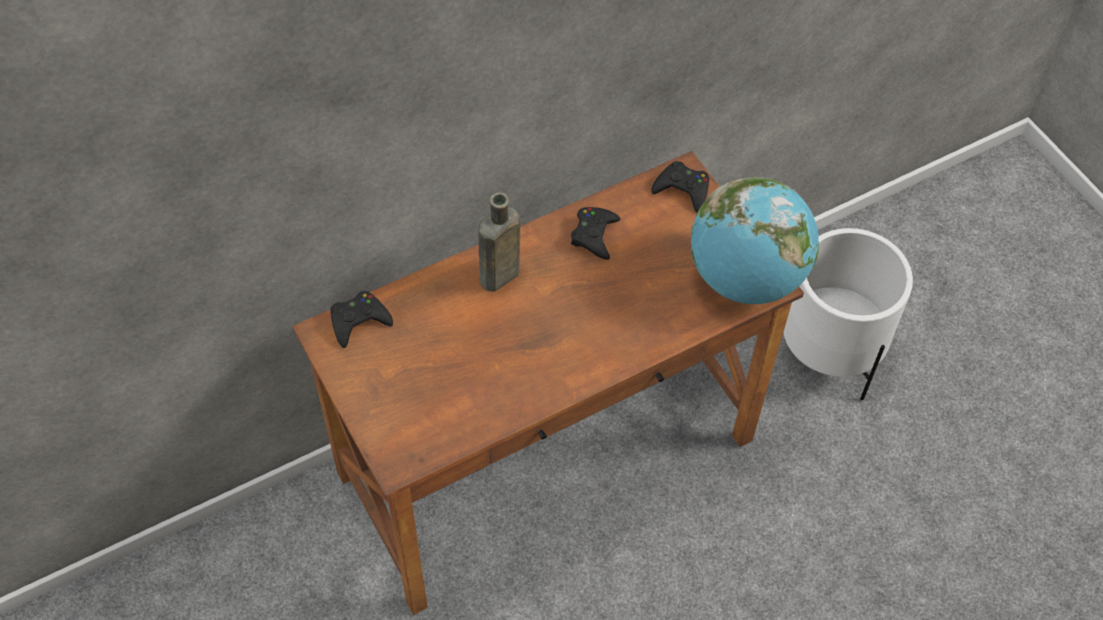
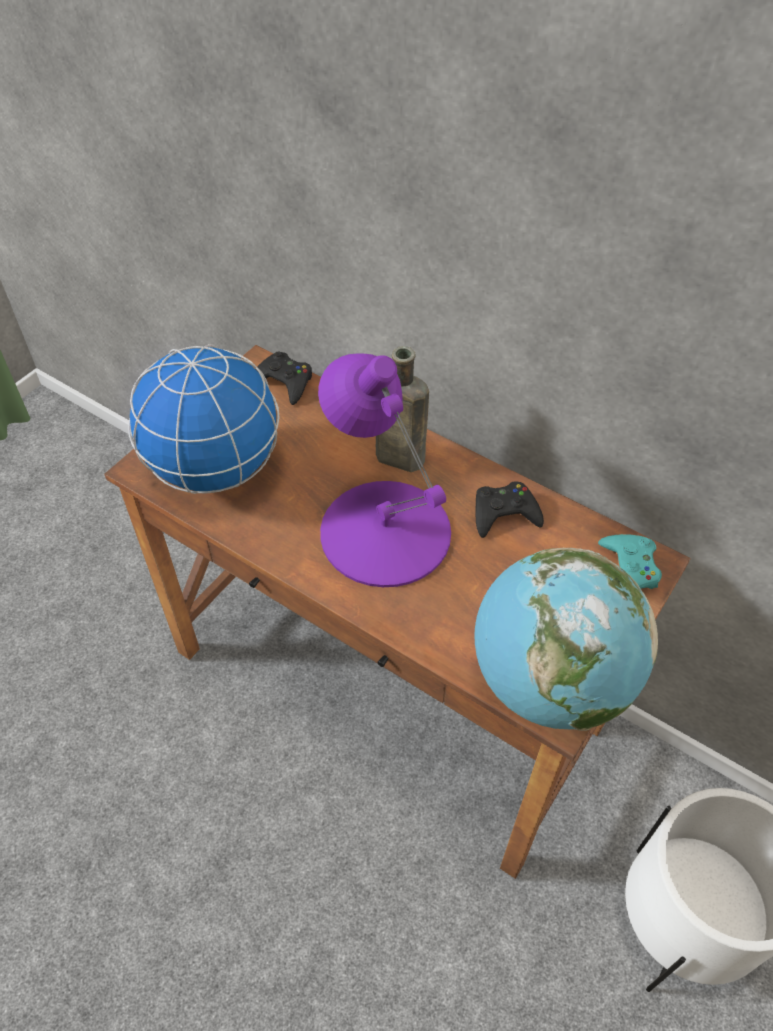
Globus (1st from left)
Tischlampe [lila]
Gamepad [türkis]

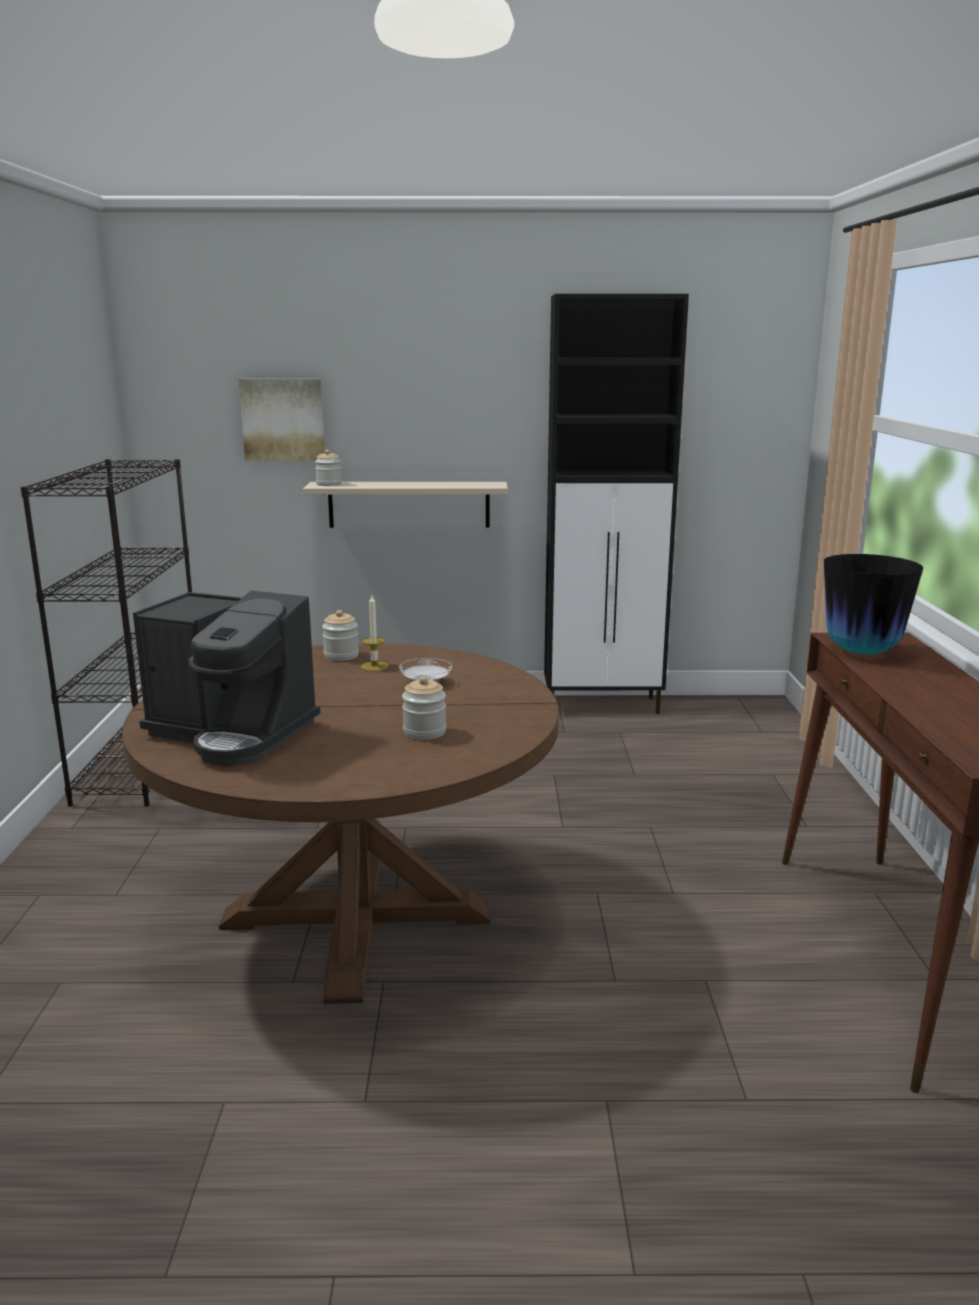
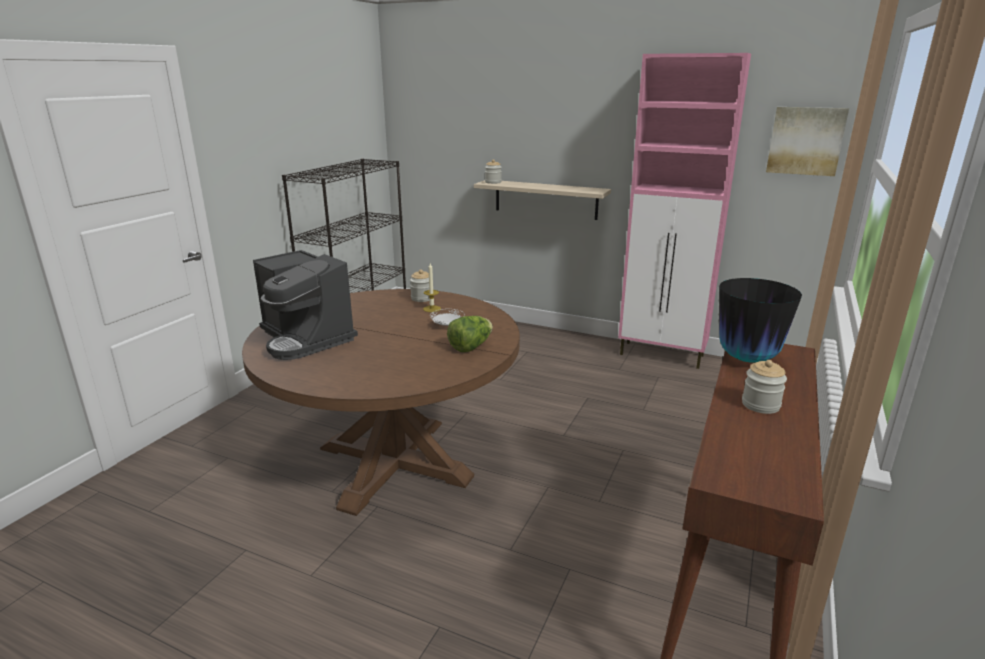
Salatkopf
Bild
Vorratsglas (3rd from left)
Schrank [rosa]

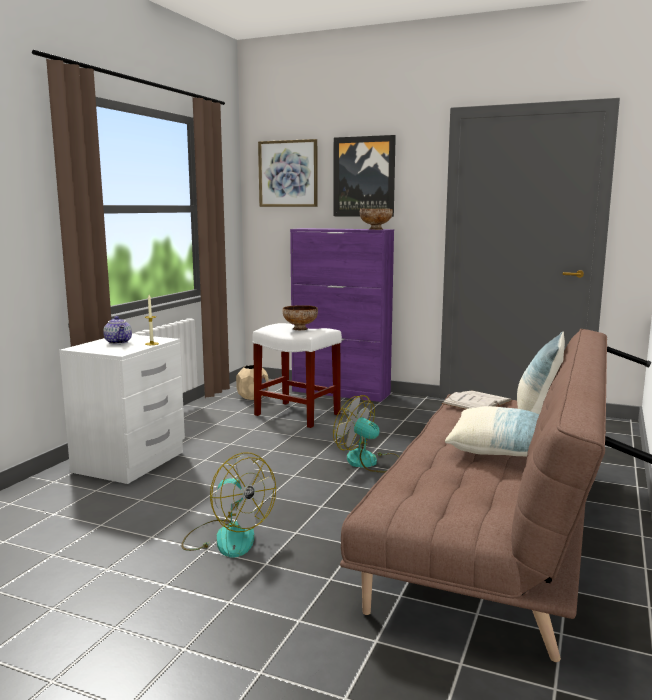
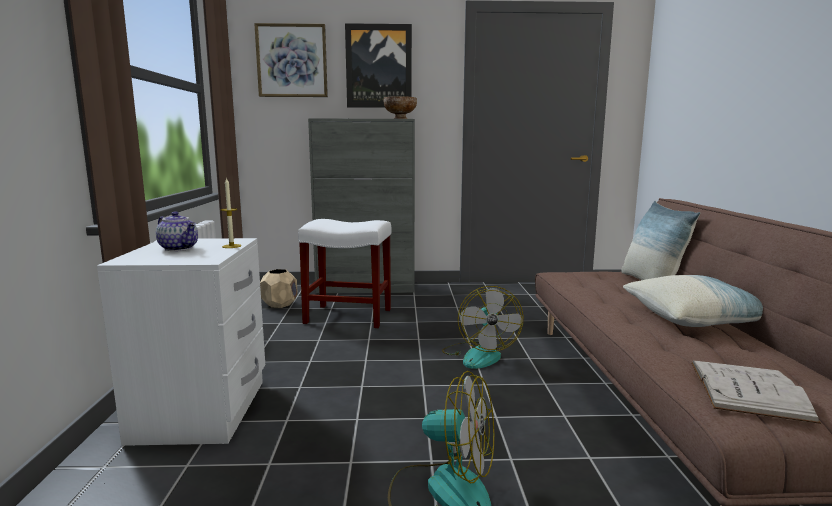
Schüssel (1st from left in the first image)
Buch [weiß]
Schrank [grau]
Ventilator (2nd from left)

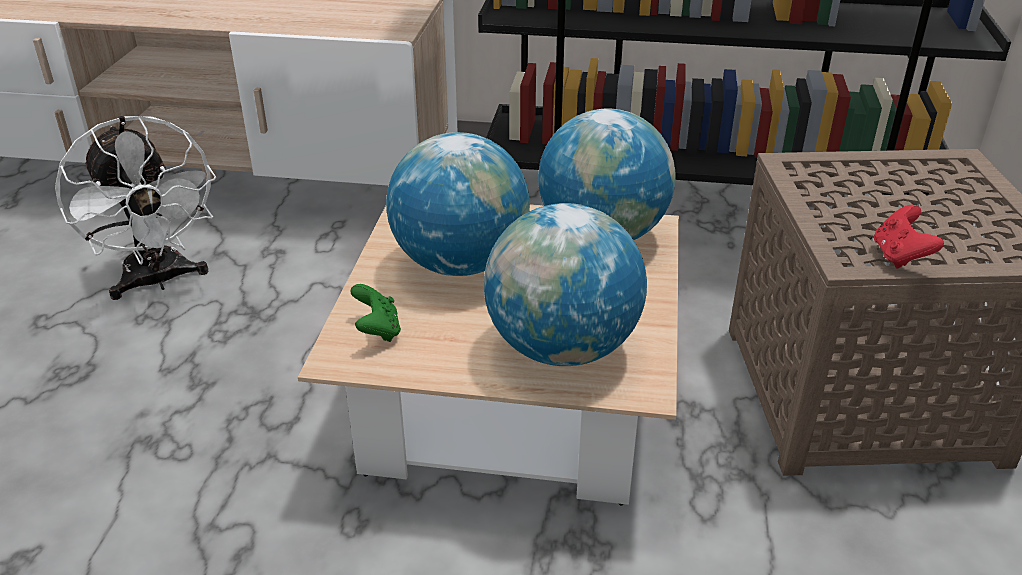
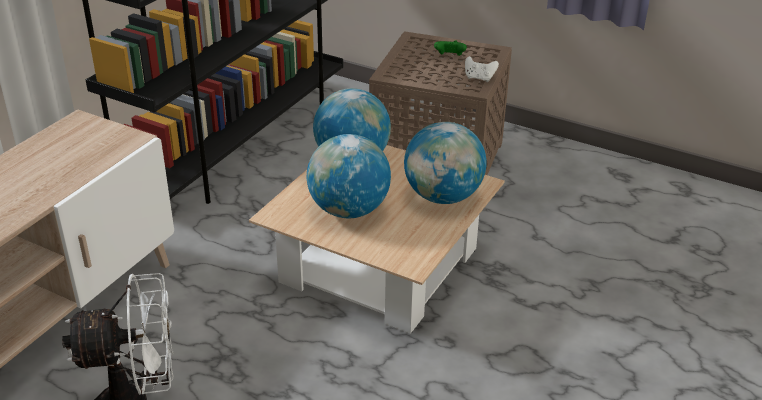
Gamepad [grün]
Gamepad [weiß]

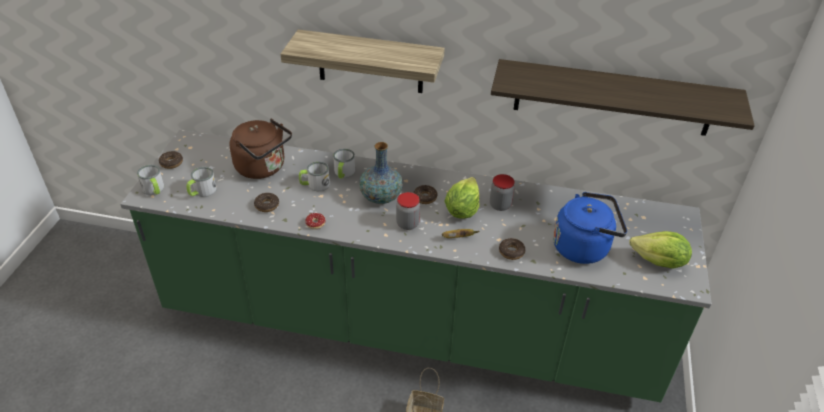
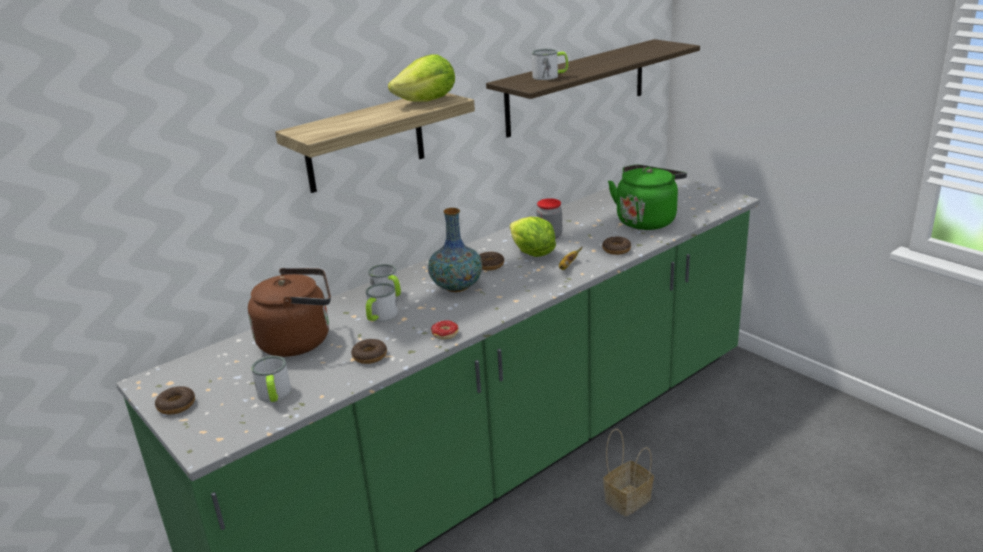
Vorratsglas (1st from left in the first image)
Henkelbecher (4th from left)
Salatkopf (1st from left)
Wasserkessel [grün]

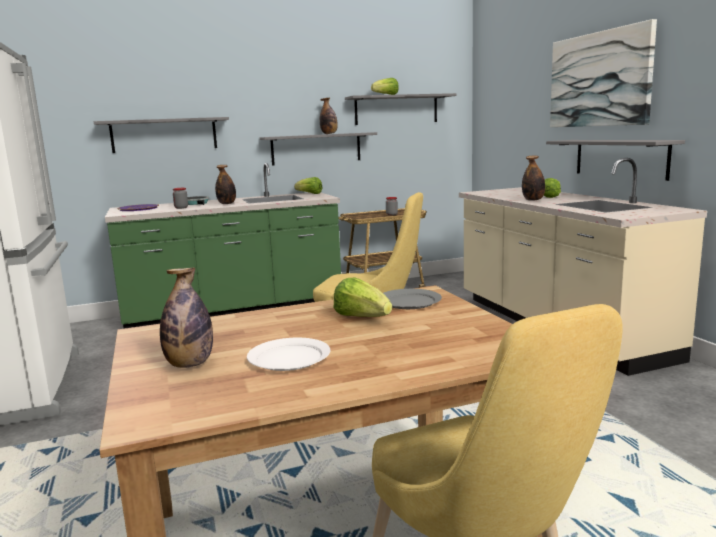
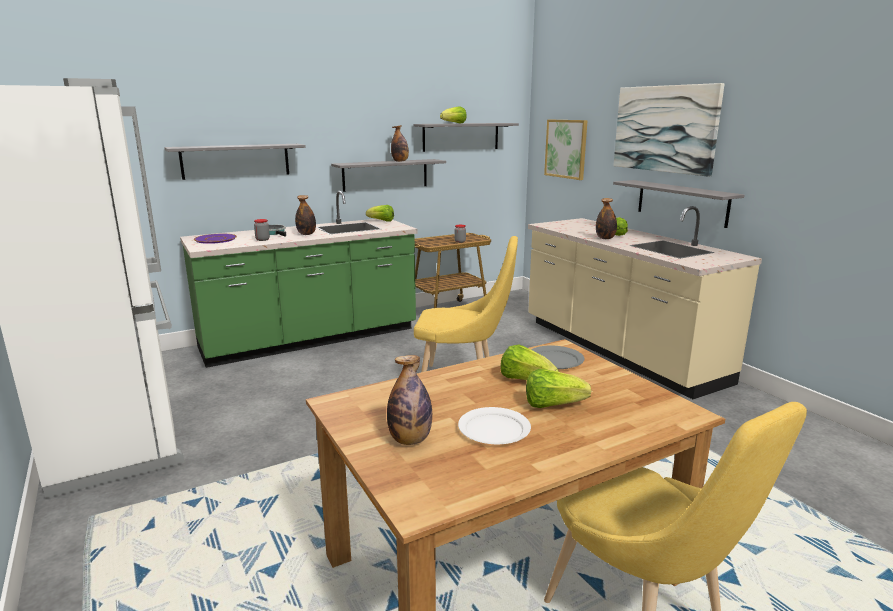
Salatkopf (4th from left)
Bild (1st from left)

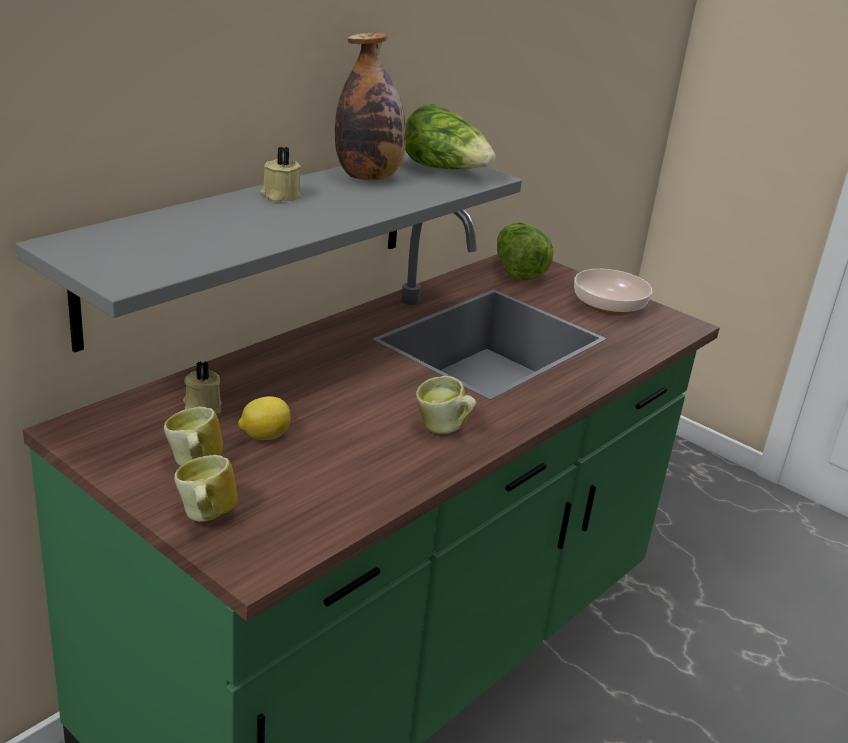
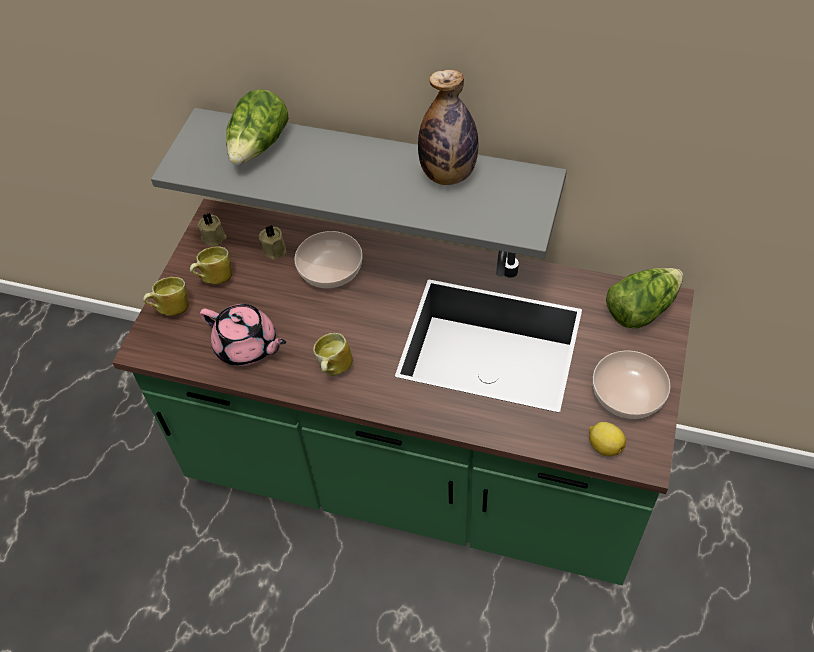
Teekanne [rosa]
Schüssel (1st from left)
Zitrone
Kerze [beige] (1st from left)
Salatkopf (1st from left)

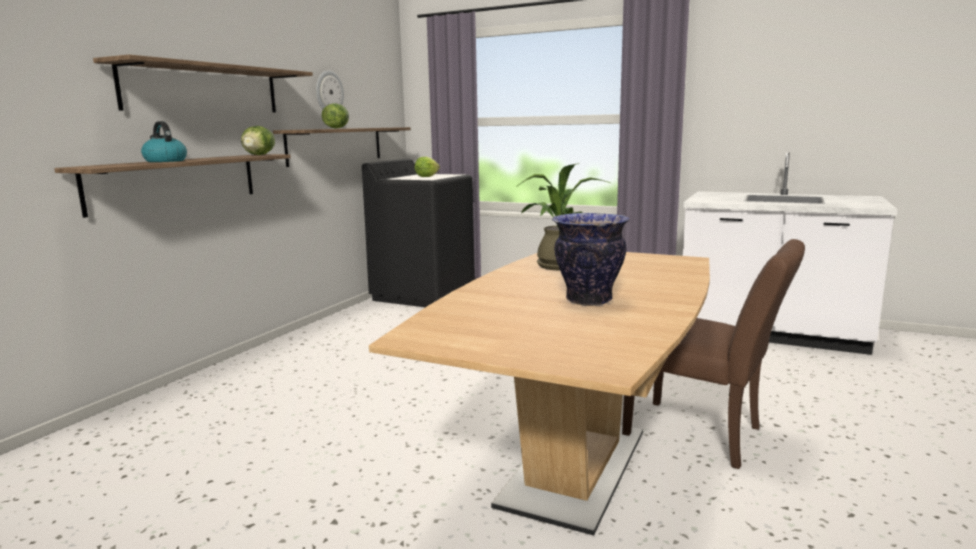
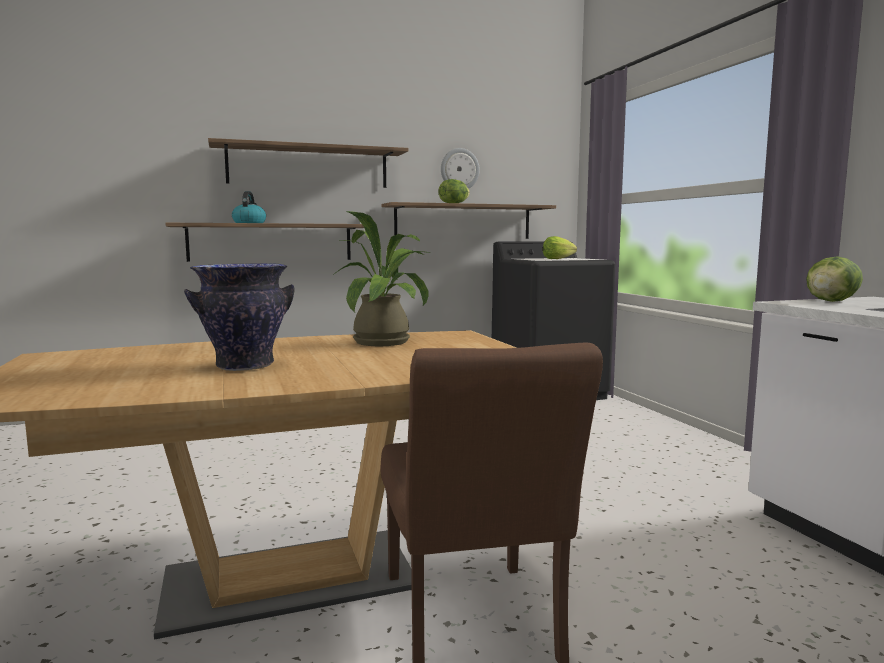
Salatkopf (3rd from left)

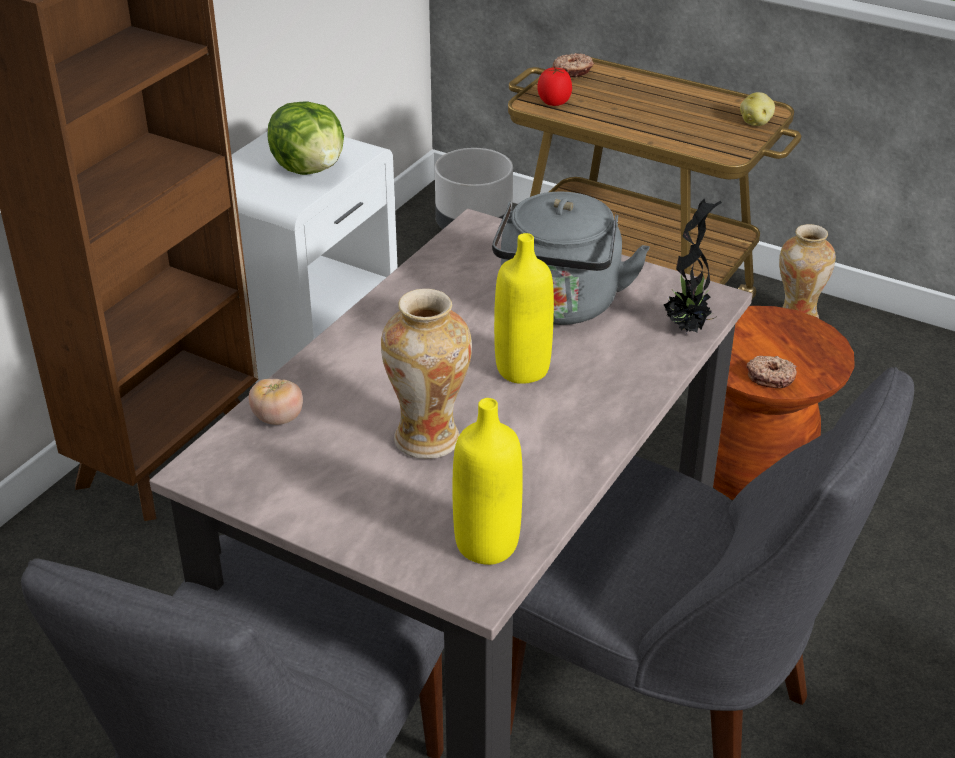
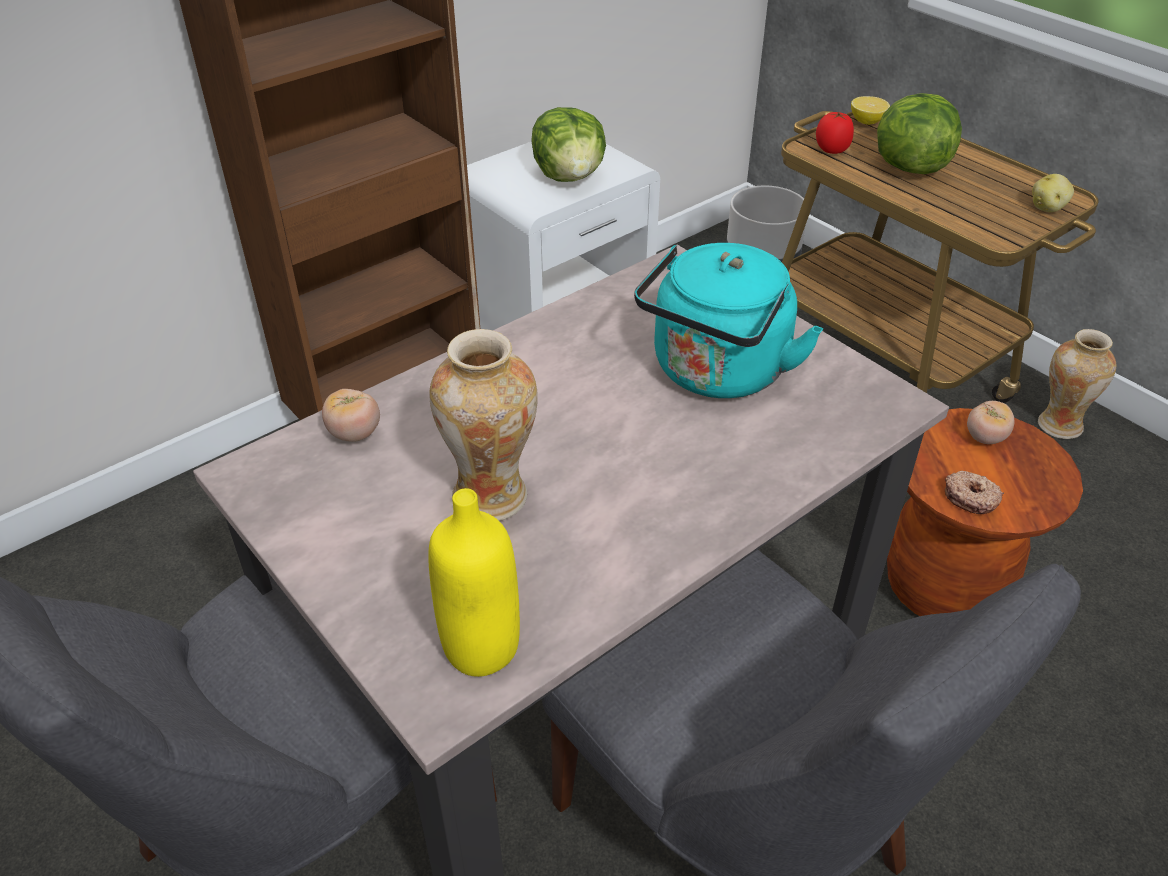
Flasche [gelb] (2nd from left in the first image)
Topfpflanze
Salatkopf (2nd from left)
Tomate (3rd from left)
Zitrone
Wasserkessel [türkis]

